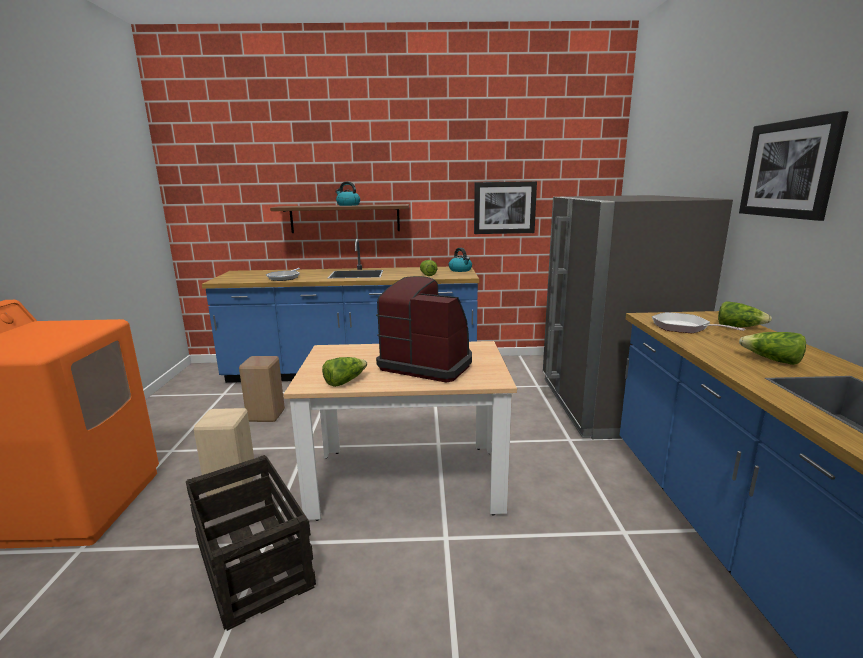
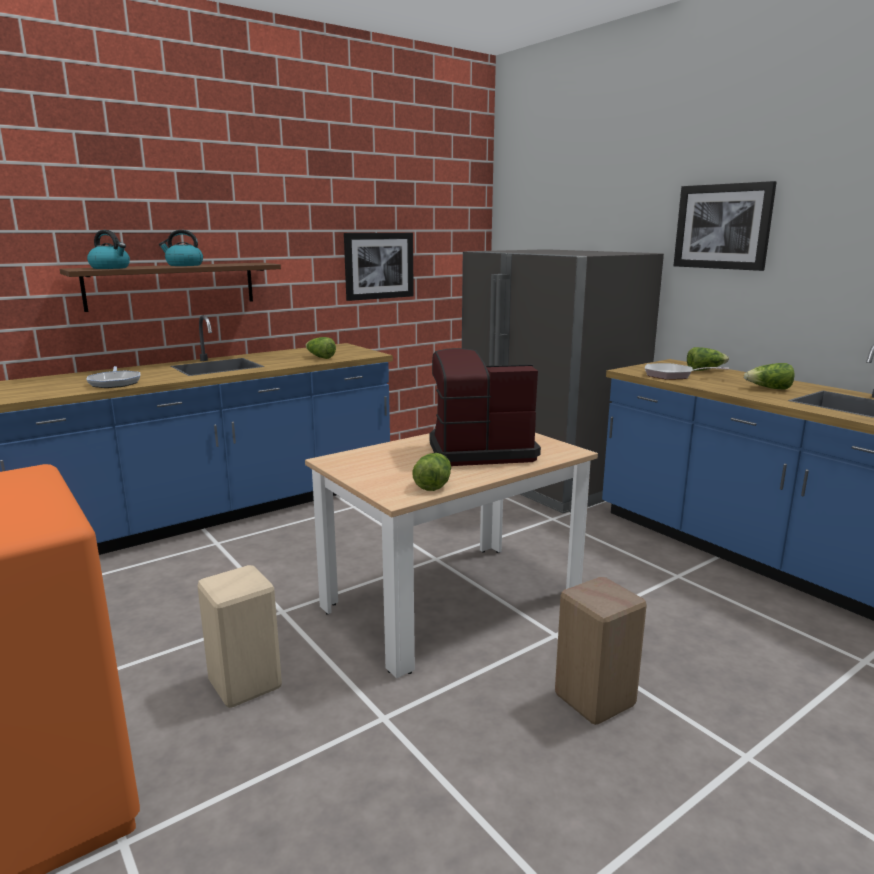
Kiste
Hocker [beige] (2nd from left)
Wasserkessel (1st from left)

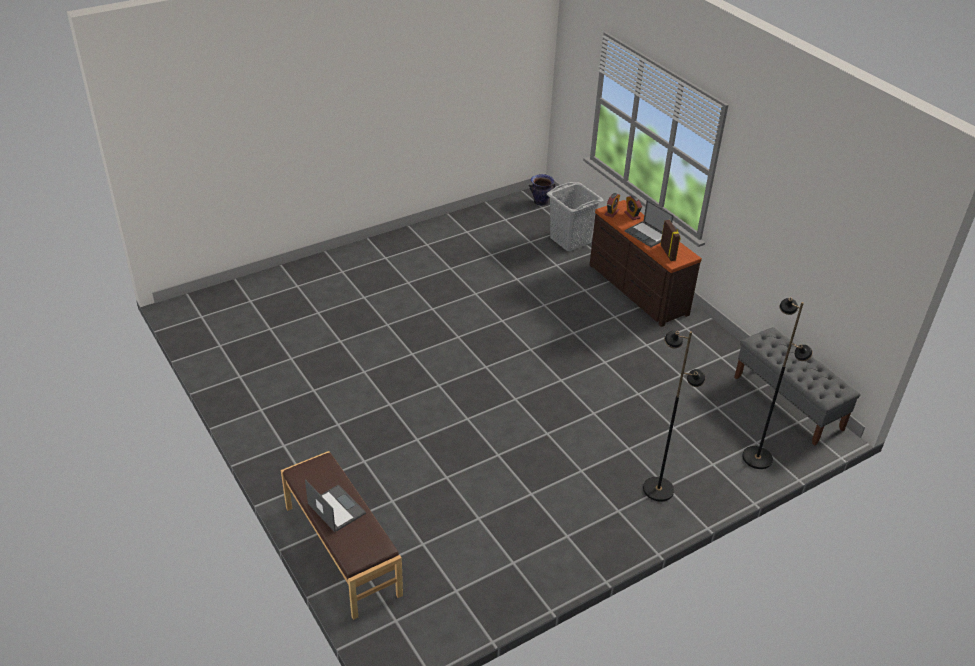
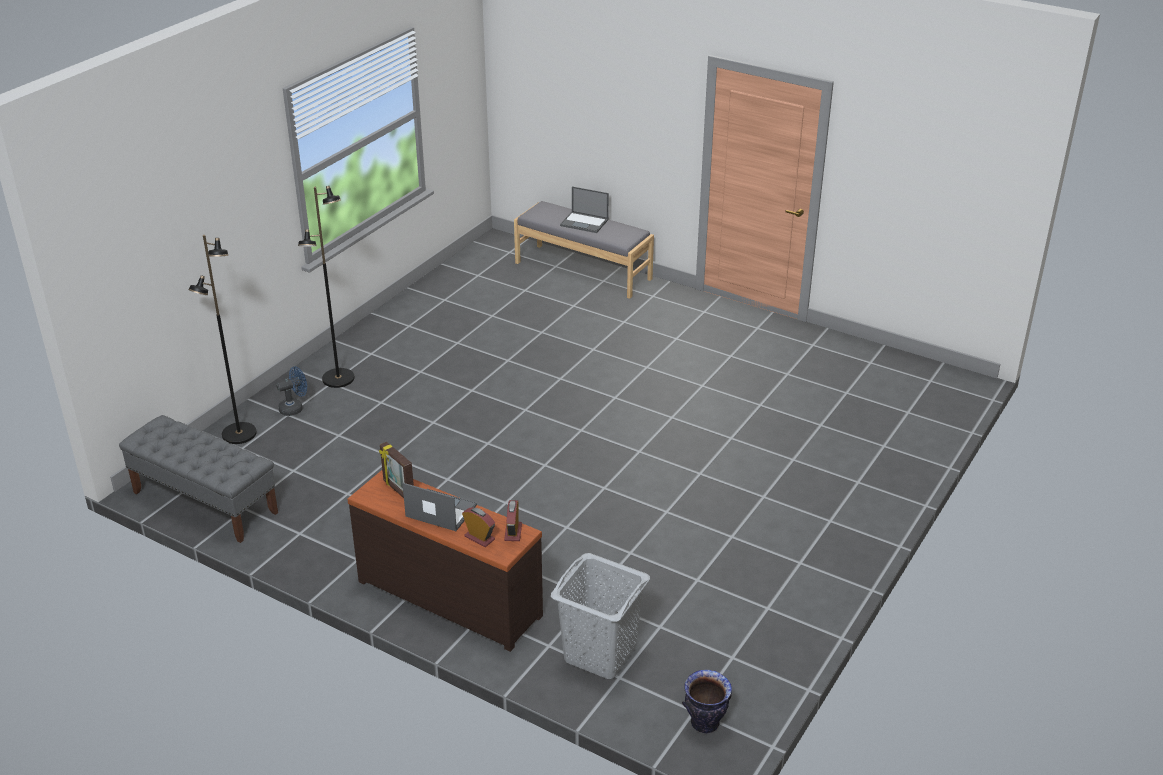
Ventilator [blau]
Bank [grau] (2nd from left)

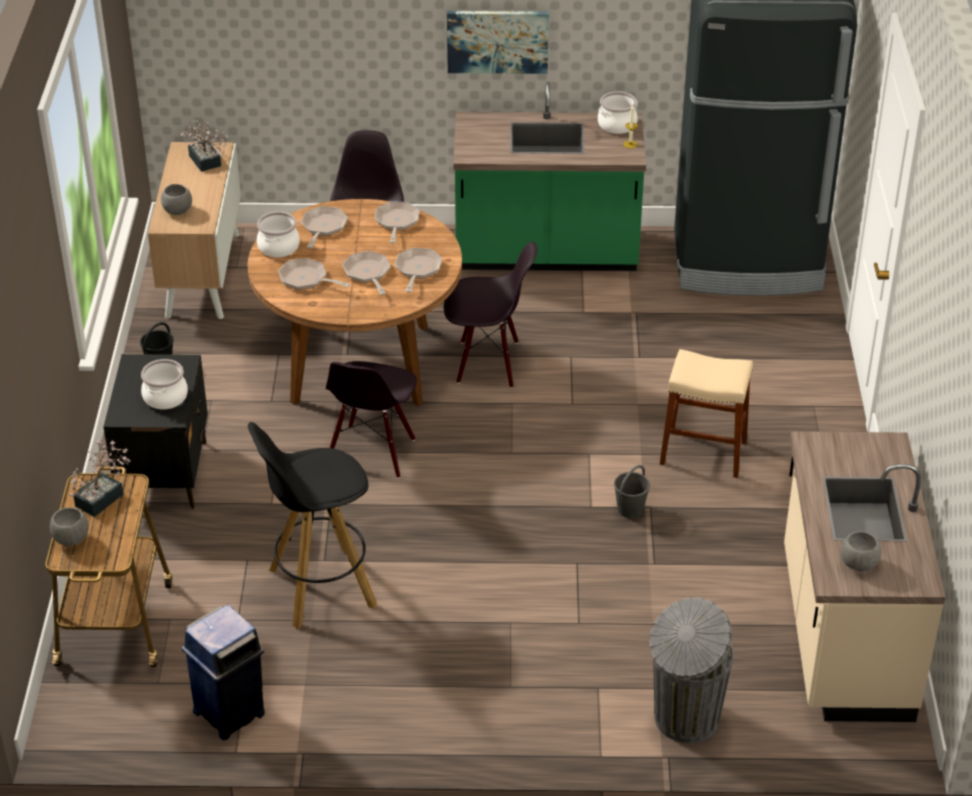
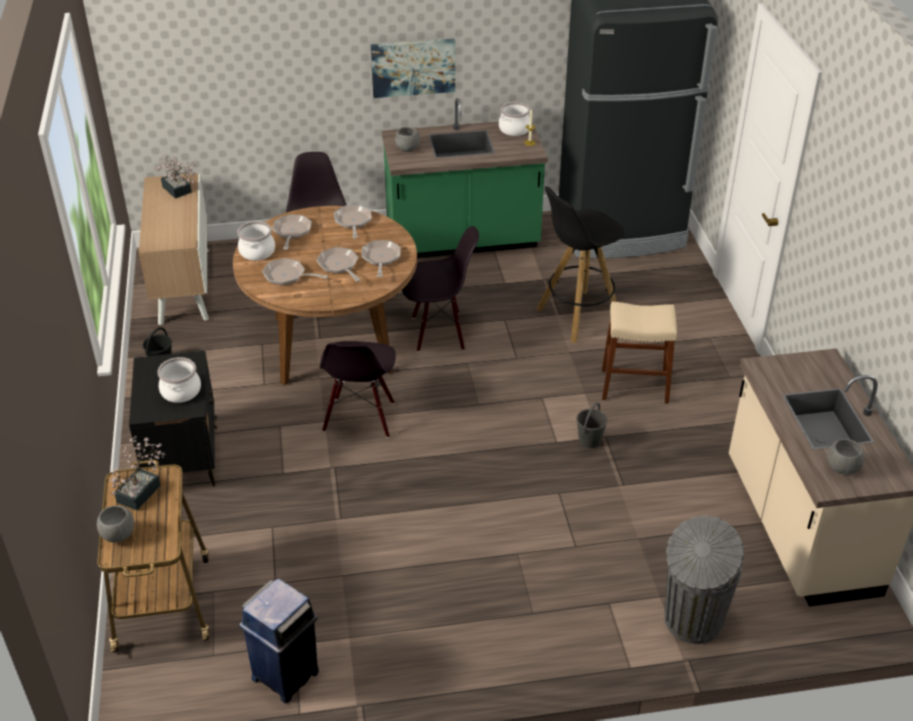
Schüssel [grau] (2nd from left)
Hocker [schwarz]

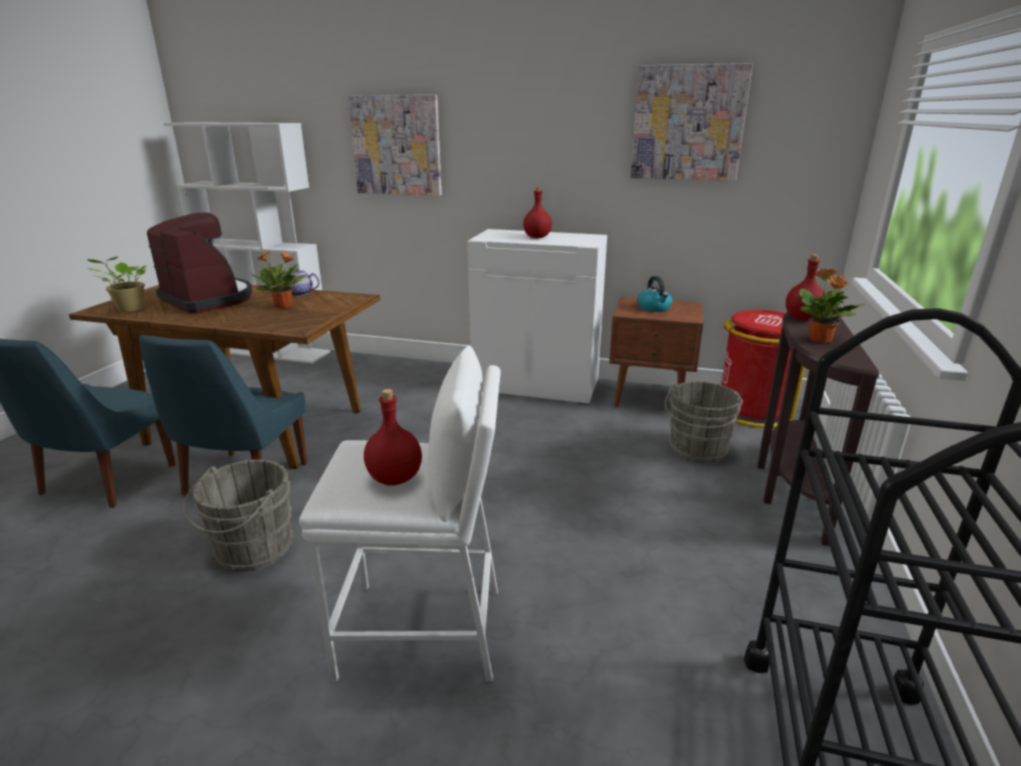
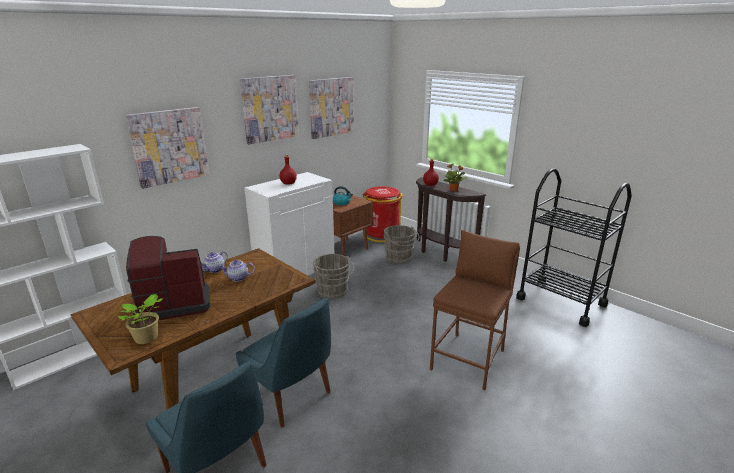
Flasche [rot] (1st from left in the first image)
Bild (2nd from left)
Eimer [grau] (1st from left)
Teekanne (2nd from left)
Hocker [braun]

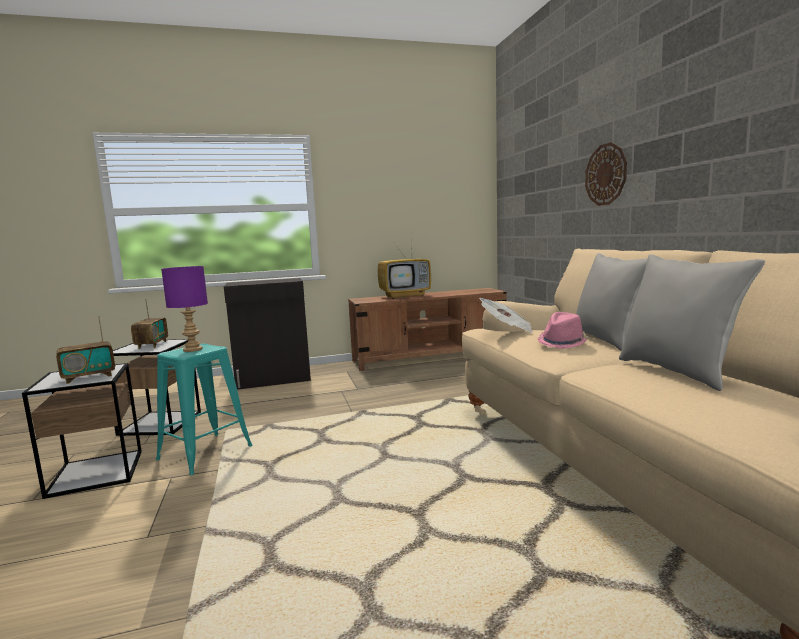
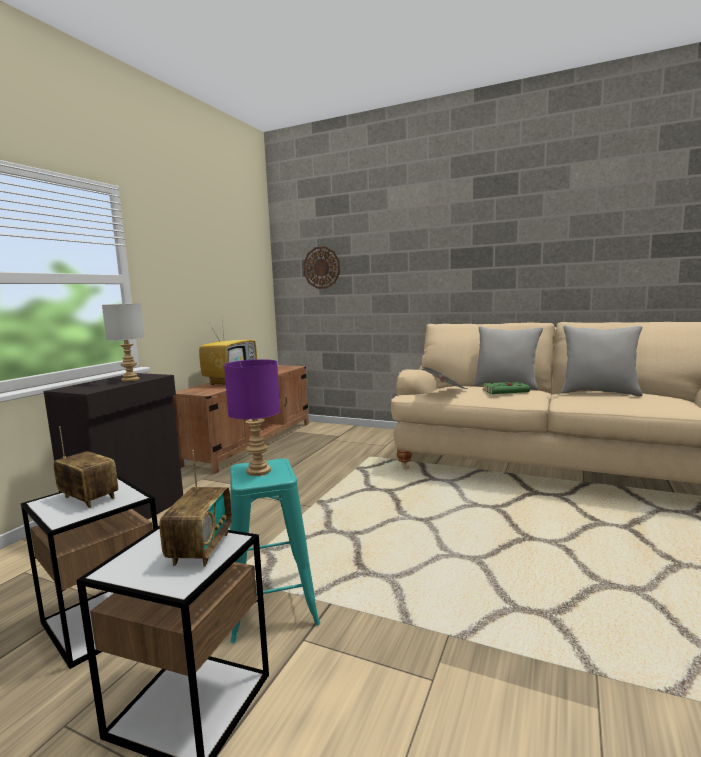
Tischlampe [grau]
Wanduhr
Buch [grün]

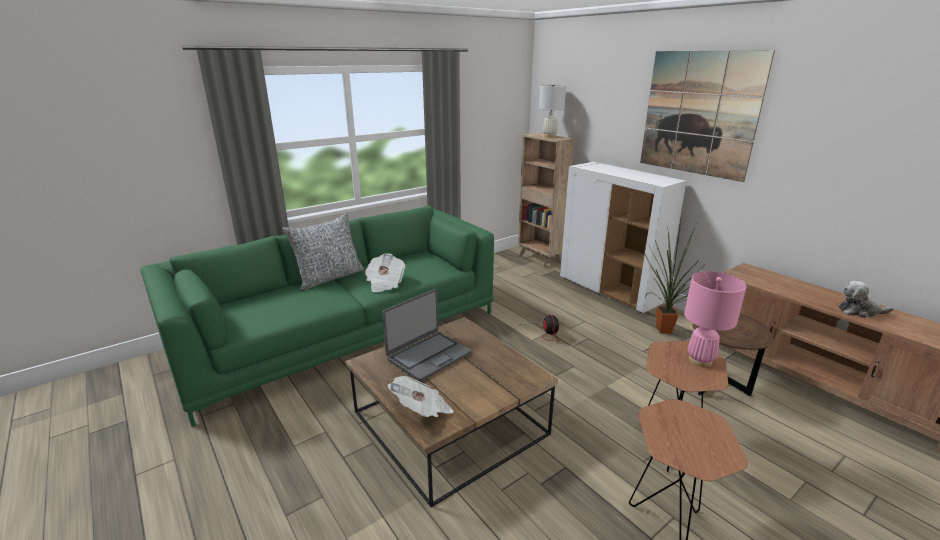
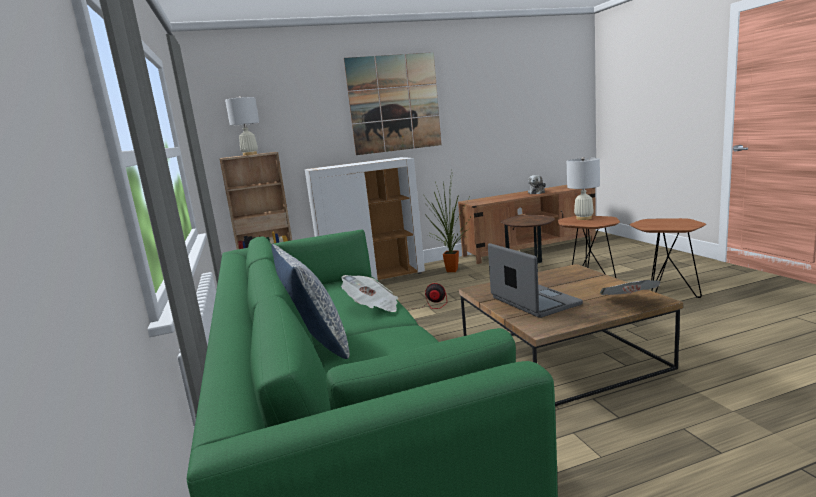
Tischlampe [weiß] (2nd from left)

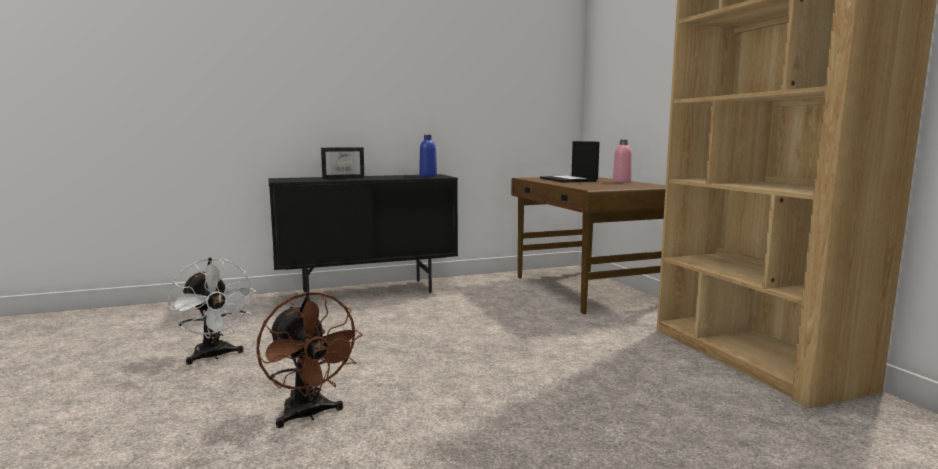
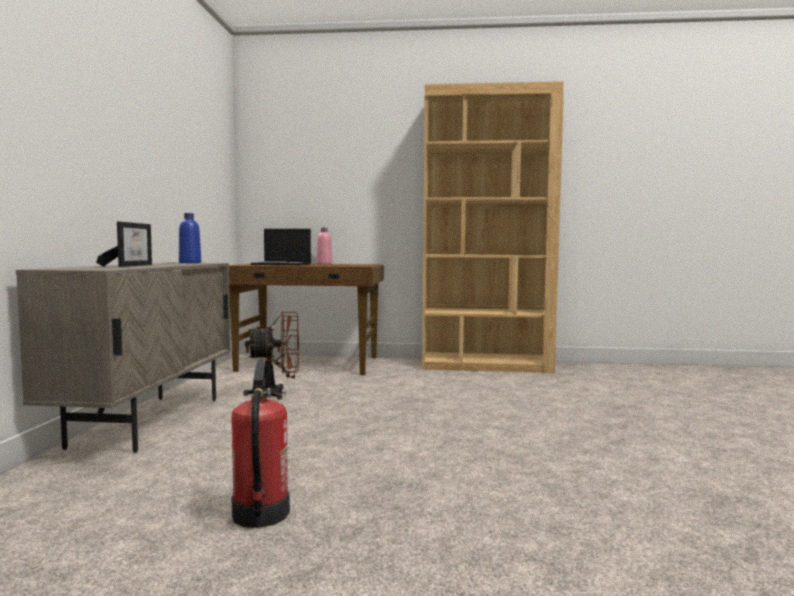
Ventilator [braun]
Feuerlöscher
Schrank [beige]

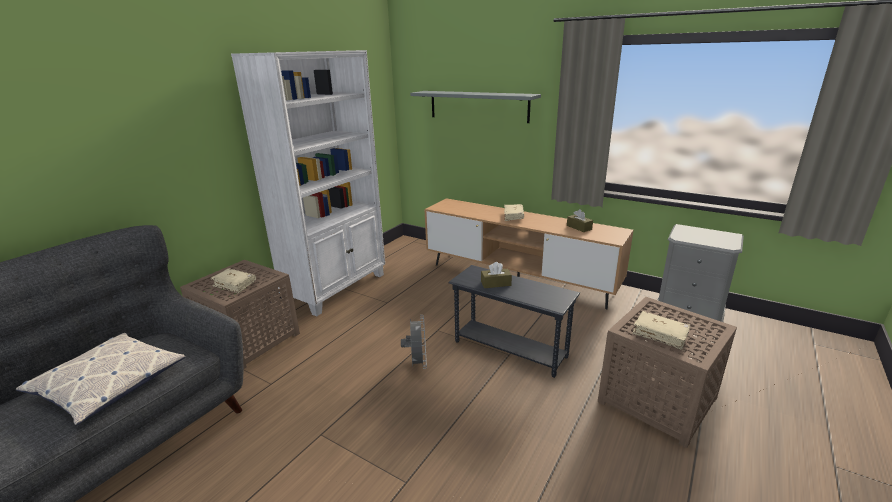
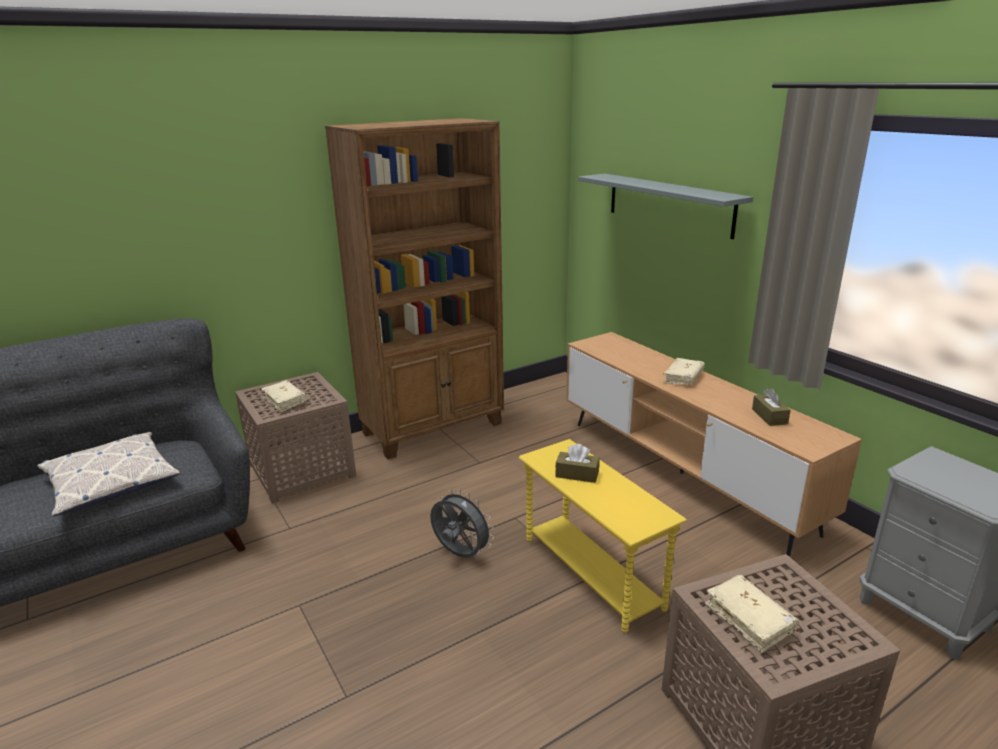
Bücherregal [braun]
Beistelltisch [gelb]
Ventilator [grau]

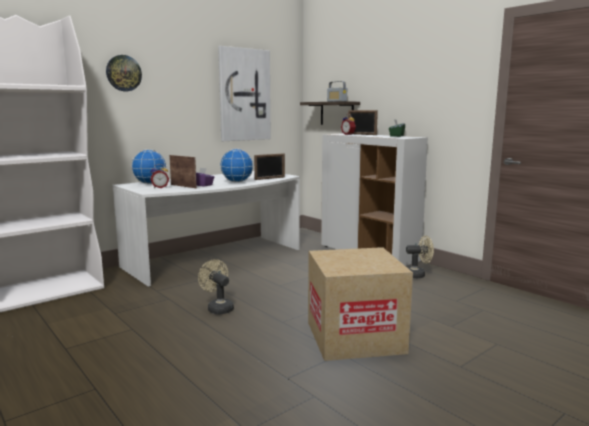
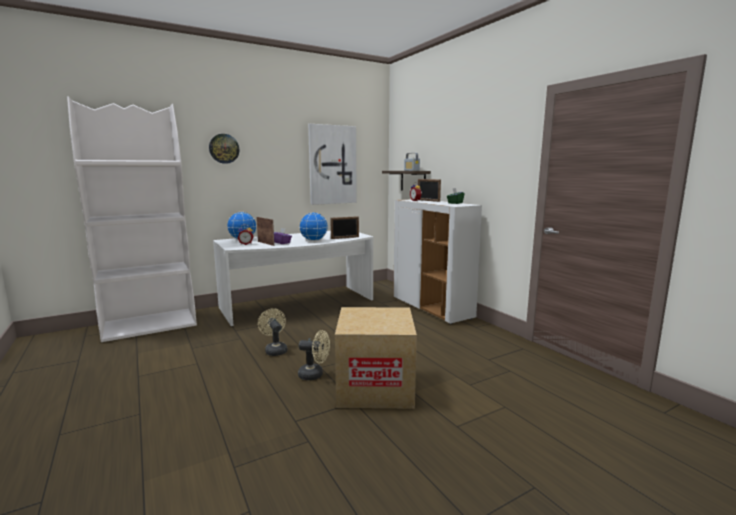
Ventilator [beige] (2nd from left)

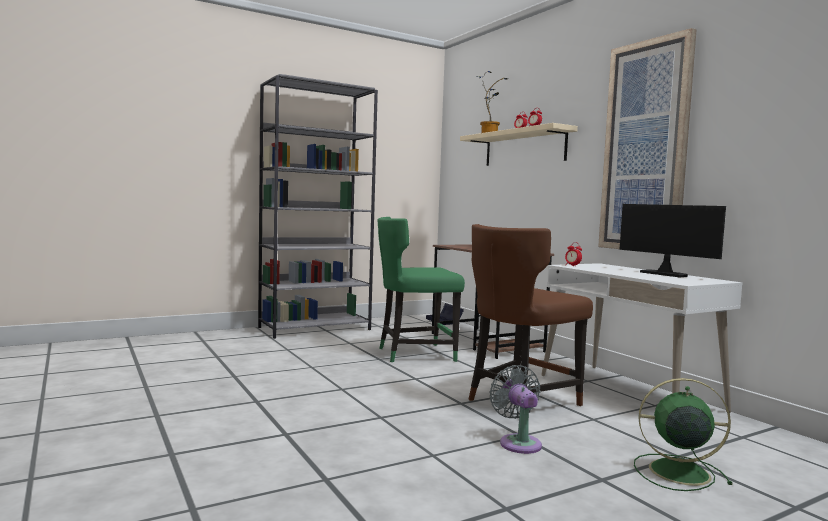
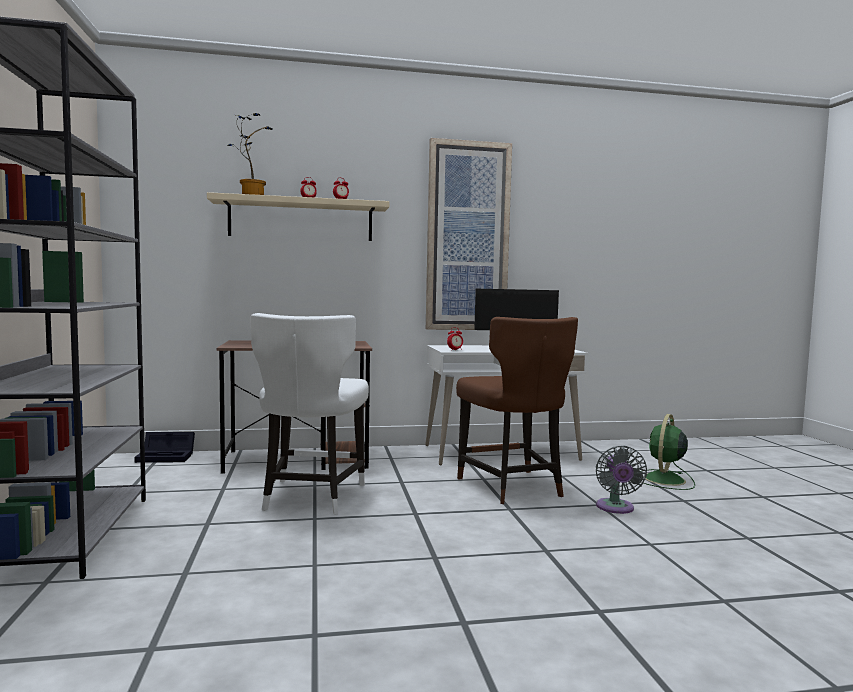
Stuhl [weiß]
Ventilator [grau]

